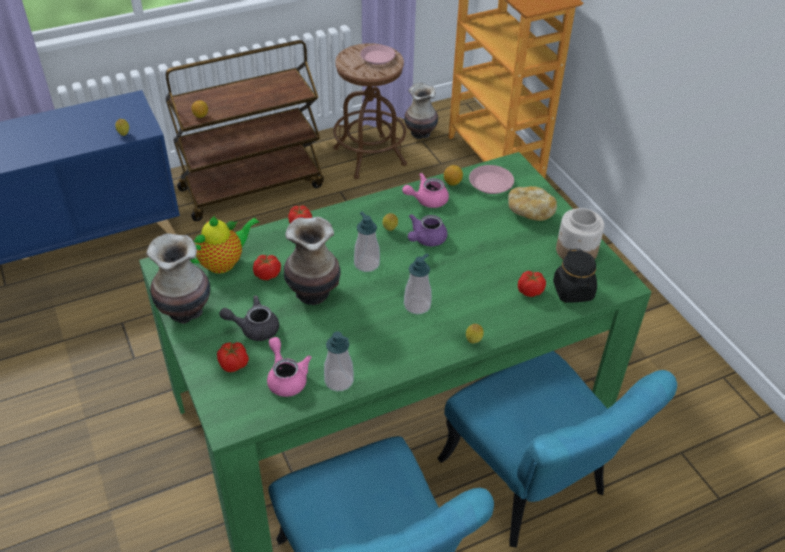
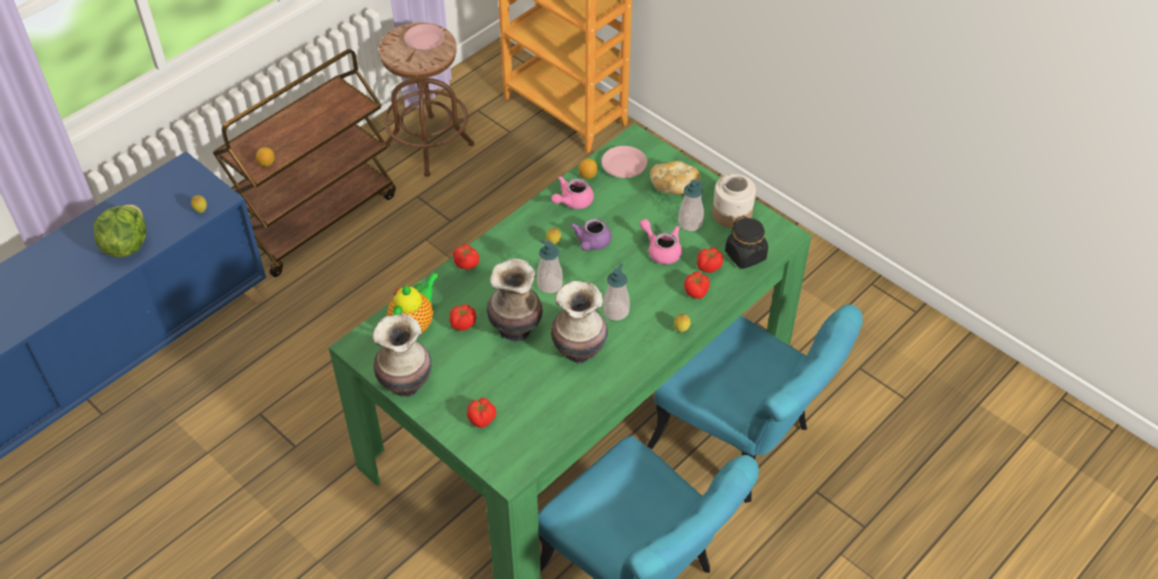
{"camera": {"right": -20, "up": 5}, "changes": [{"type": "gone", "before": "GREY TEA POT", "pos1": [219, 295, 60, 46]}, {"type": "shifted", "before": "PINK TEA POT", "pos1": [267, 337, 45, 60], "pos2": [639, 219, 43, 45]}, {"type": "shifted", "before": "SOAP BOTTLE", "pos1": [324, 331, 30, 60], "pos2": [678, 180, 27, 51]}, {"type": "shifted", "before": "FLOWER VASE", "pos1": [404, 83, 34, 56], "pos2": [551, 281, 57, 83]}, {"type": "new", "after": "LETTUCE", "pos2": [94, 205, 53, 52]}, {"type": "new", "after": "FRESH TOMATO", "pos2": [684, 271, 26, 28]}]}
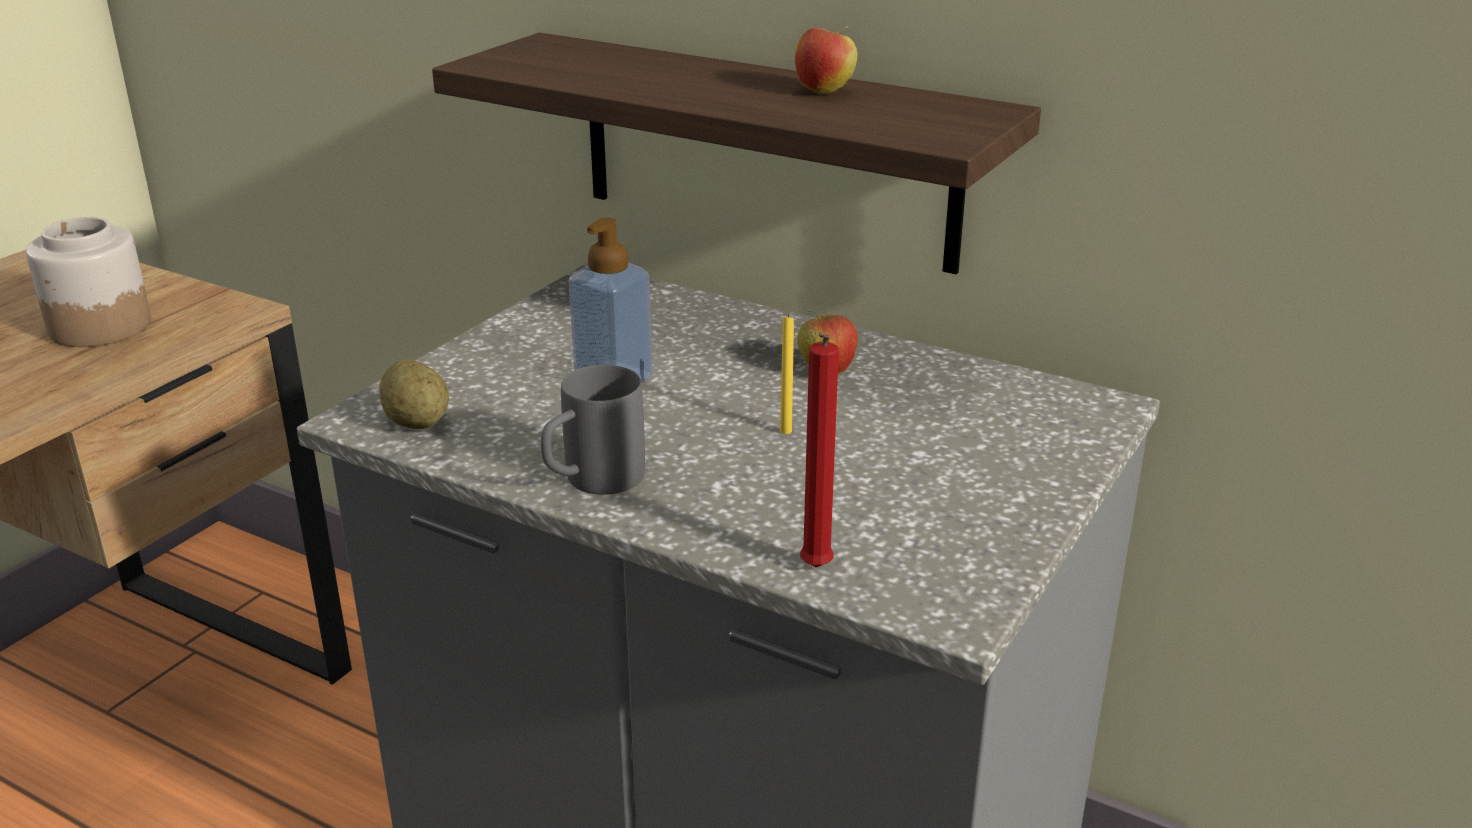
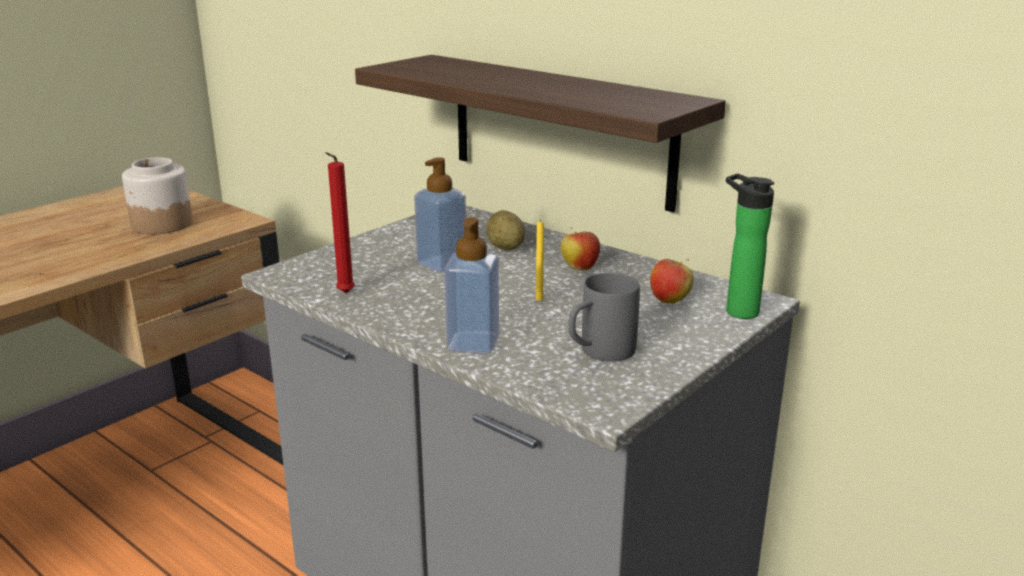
{"camera": {"right": 10, "up": -5}, "changes": [{"type": "shifted", "before": "SPUD", "pos1": [379, 359, 70, 70], "pos2": [486, 210, 40, 40]}, {"type": "shifted", "before": "GREY TEA MUG", "pos1": [541, 365, 104, 130], "pos2": [568, 273, 72, 89]}, {"type": "shifted", "before": "APPLE FRUIT", "pos1": [795, 26, 63, 68], "pos2": [650, 259, 44, 45]}, {"type": "shifted", "before": "RED-COLOURED WAX LIGHT", "pos1": [800, 332, 39, 236], "pos2": [325, 152, 30, 141]}, {"type": "new", "after": "SOAP BOTTLE", "pos2": [444, 217, 55, 137]}, {"type": "new", "after": "DRINK BOTTLE", "pos2": [726, 174, 48, 145]}]}
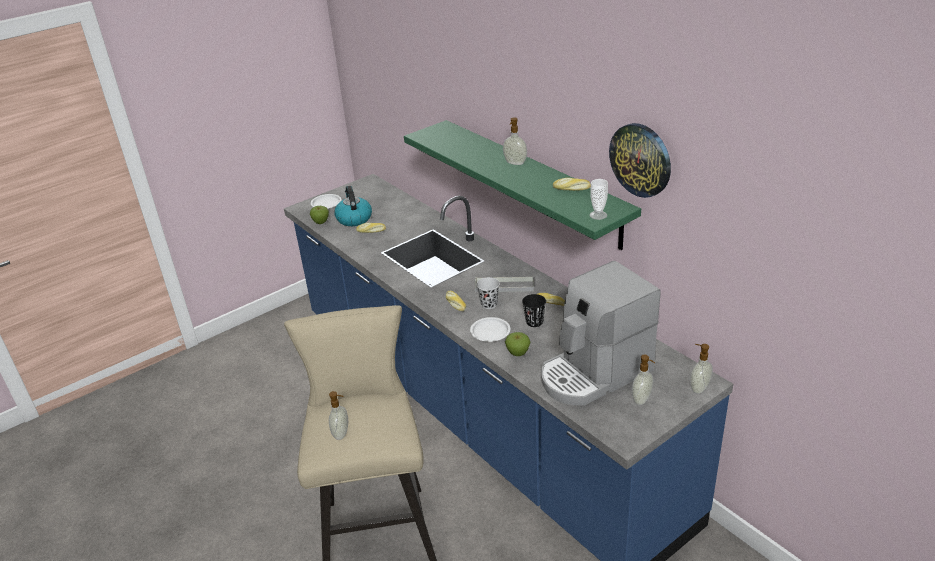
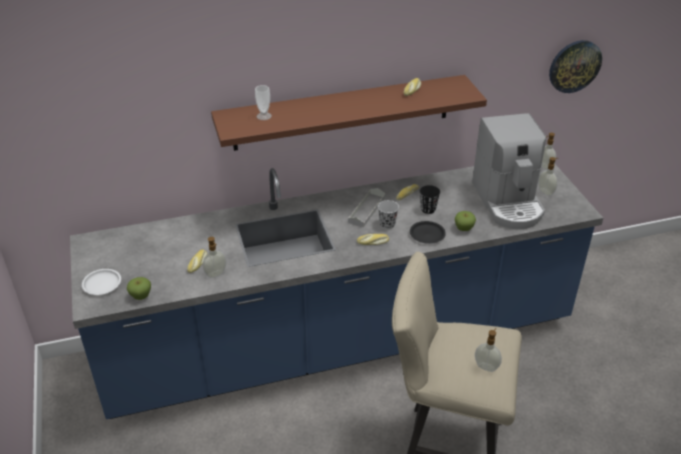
{"camera": {"right": -70, "up": 5}, "changes": [{"type": "gone", "before": "WATER KETTLE", "pos1": [334, 186, 38, 40]}, {"type": "repainted", "before": "GREEN BRACKET SHELF", "after": "BROWNISH BRACKET SHELF", "pos1": [404, 120, 237, 130], "pos2": [211, 75, 276, 76]}, {"type": "repainted", "before": "WHITISH FLAT DISH", "after": "BLACK-COLOURED FLAT DISH", "pos1": [470, 317, 40, 25], "pos2": [410, 221, 36, 23]}, {"type": "shifted", "before": "SOAP BOTTLE", "pos1": [503, 117, 24, 48], "pos2": [203, 237, 23, 41]}, {"type": "shifted", "before": "CUP", "pos1": [590, 179, 18, 41], "pos2": [255, 85, 17, 35]}, {"type": "shifted", "before": "HANGING CLOCK", "pos1": [609, 123, 62, 75], "pos2": [549, 40, 53, 53]}]}
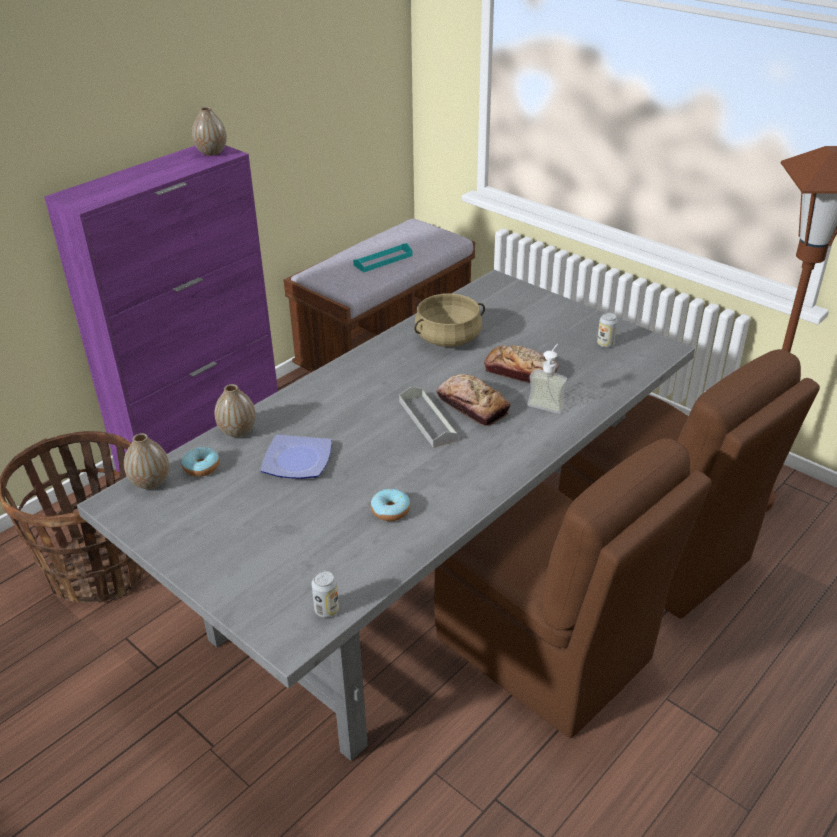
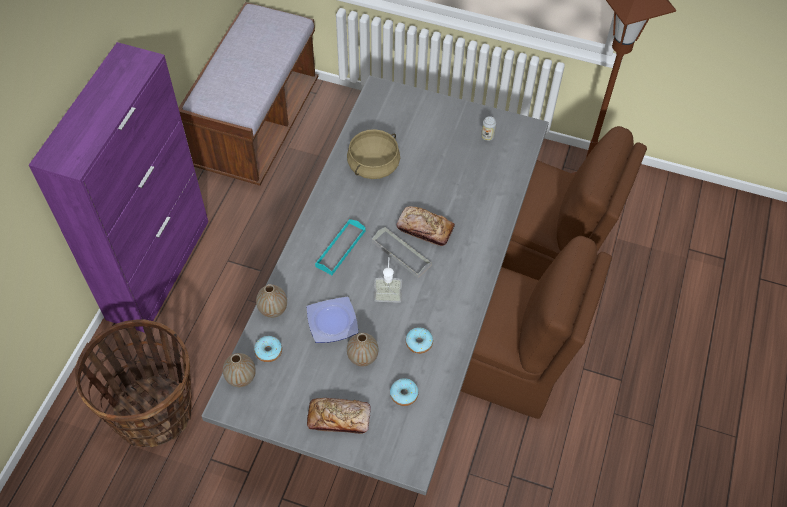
{"camera": {"right": -25, "up": 20}, "changes": [{"type": "shifted", "before": "FLOWER VASE", "pos1": [192, 107, 35, 49], "pos2": [347, 333, 31, 34]}, {"type": "gone", "before": "SEALED CAN", "pos1": [311, 571, 28, 47]}, {"type": "shifted", "before": "TURQUOISE SERVING TRAY", "pos1": [353, 243, 60, 29], "pos2": [315, 219, 51, 56]}, {"type": "shifted", "before": "BAKERY BREAD", "pos1": [484, 345, 75, 38], "pos2": [307, 398, 64, 36]}, {"type": "shifted", "before": "SOAP BOTTLE", "pos1": [527, 344, 40, 70], "pos2": [374, 257, 28, 46]}, {"type": "new", "after": "RING DOUGHNUT", "pos2": [390, 378, 29, 28]}]}
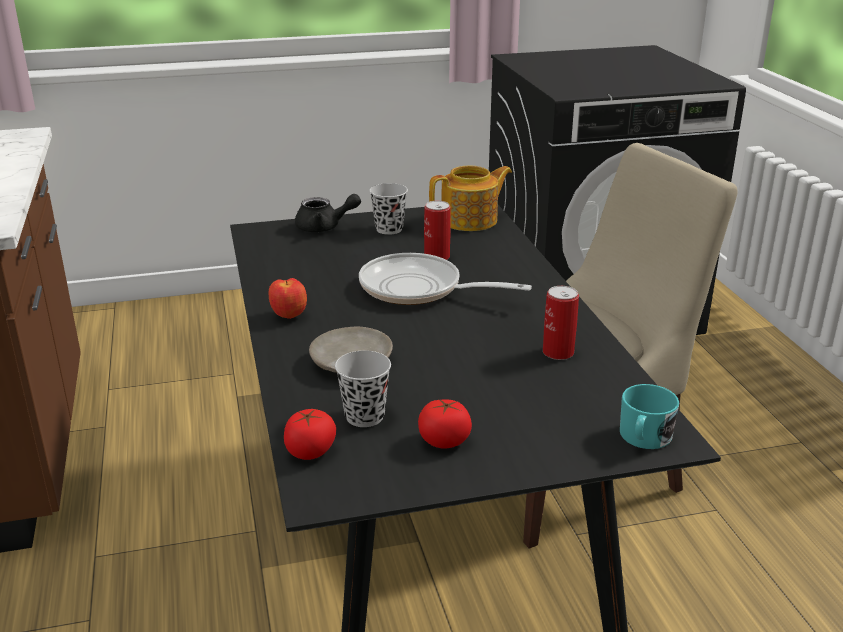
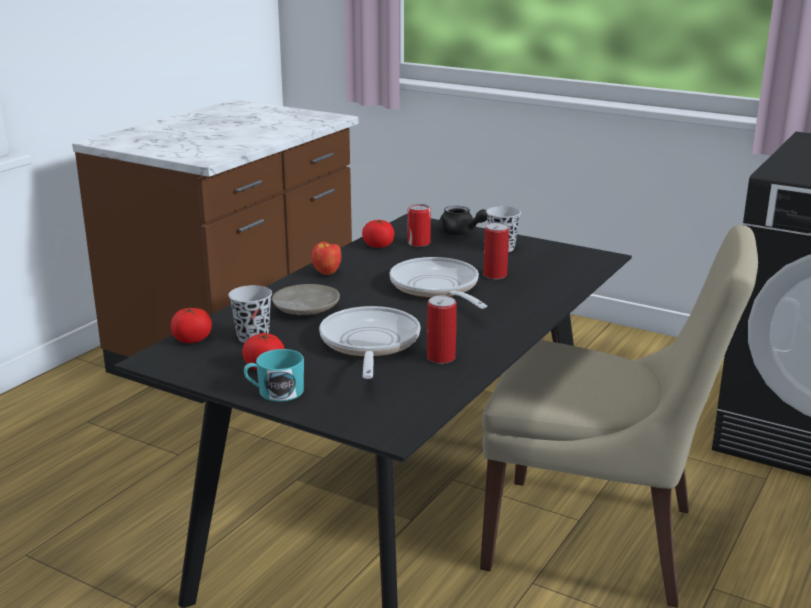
{"camera": {"right": 45, "up": -5}, "changes": [{"type": "gone", "before": "TEA POT", "pos1": [429, 165, 83, 66]}, {"type": "shifted", "before": "TURQUOISE TEA MUG", "pos1": [620, 384, 59, 65], "pos2": [244, 349, 60, 53]}, {"type": "new", "after": "PAN", "pos2": [319, 306, 102, 73]}, {"type": "new", "after": "FRESH TOMATO", "pos2": [362, 220, 32, 28]}, {"type": "new", "after": "SEALED CAN", "pos2": [408, 204, 23, 43]}]}
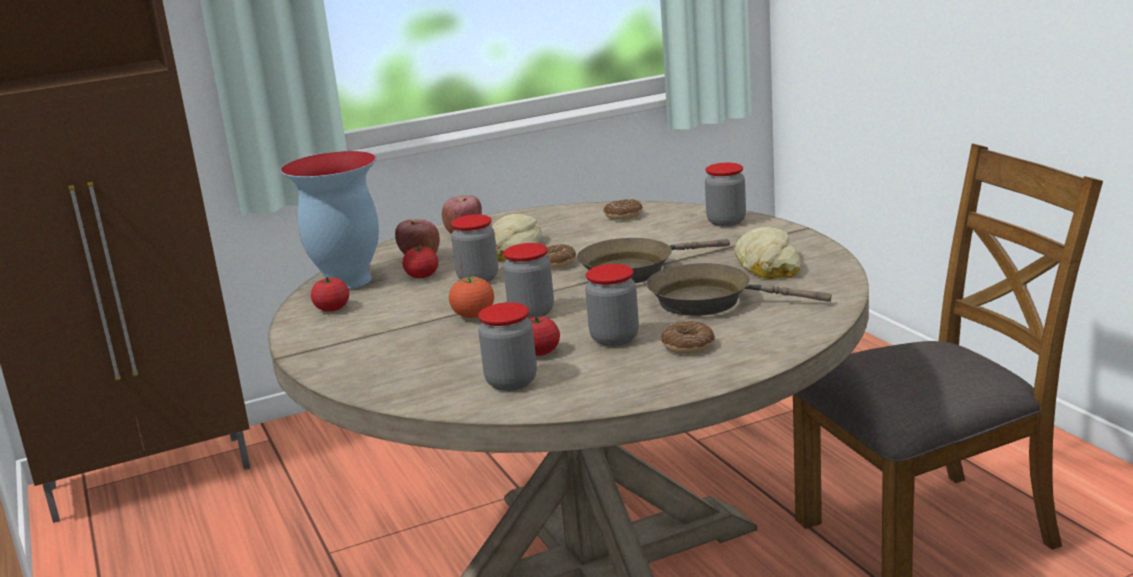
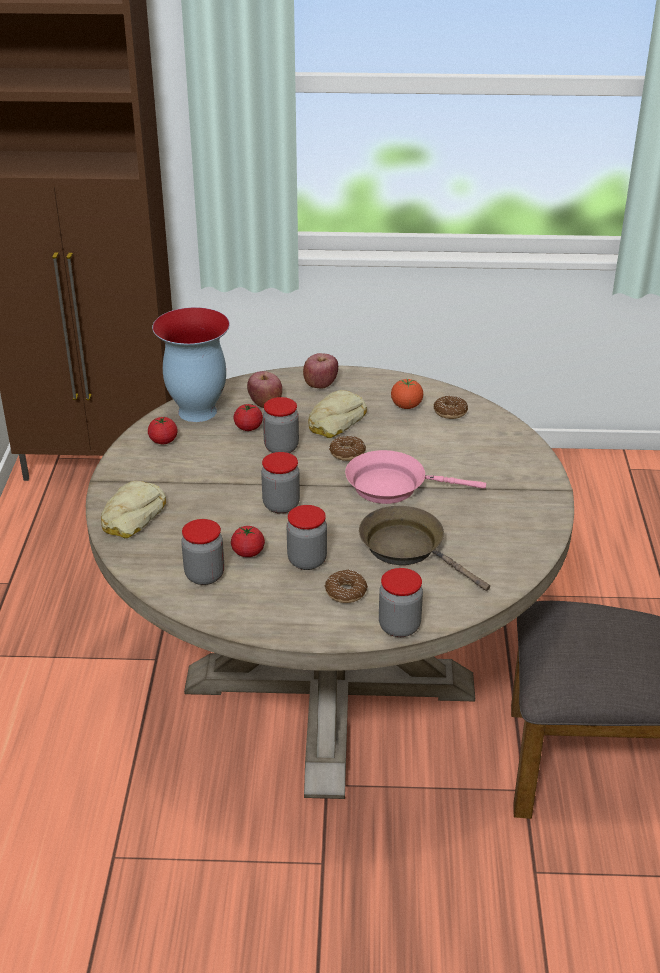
{"camera": {"right": 25, "up": 15}, "changes": [{"type": "shifted", "before": "FRESH TOMATO", "pos1": [449, 275, 45, 43], "pos2": [391, 378, 32, 31]}, {"type": "repainted", "before": "BROWNISH PAN", "after": "PINK PAN", "pos1": [577, 238, 153, 45], "pos2": [345, 450, 141, 54]}, {"type": "shifted", "before": "PRESERVE JAR", "pos1": [705, 163, 41, 64], "pos2": [379, 568, 44, 69]}, {"type": "shifted", "before": "BAKERY BREAD", "pos1": [735, 227, 66, 52], "pos2": [101, 481, 65, 58]}]}
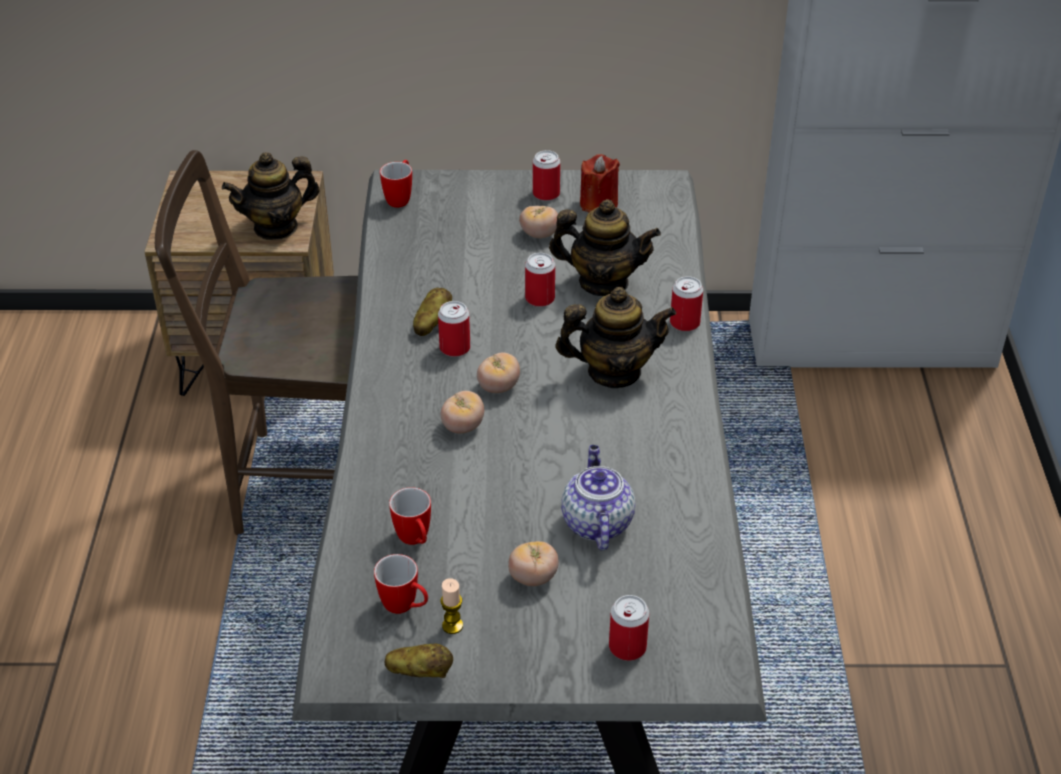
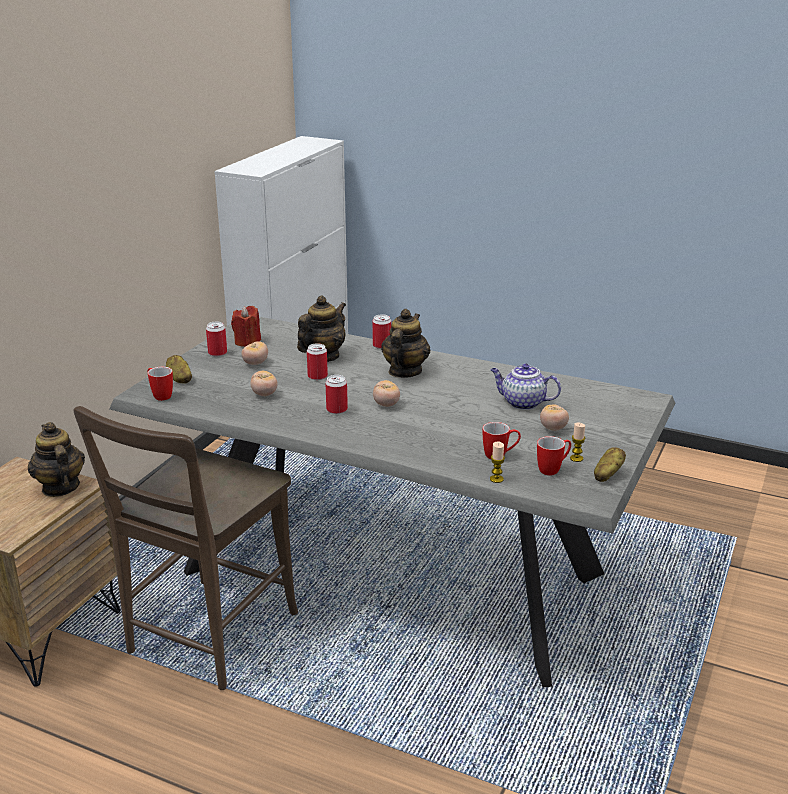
{"camera": {"right": -65, "up": -15}, "changes": [{"type": "rotated", "before": "TEA POT", "pos1": [222, 152, 98, 88], "pos2": [28, 422, 57, 75], "turn": 150}, {"type": "shifted", "before": "SPUD", "pos1": [413, 288, 39, 48], "pos2": [166, 355, 26, 29]}, {"type": "shifted", "before": "FRESH TOMATO", "pos1": [441, 391, 43, 43], "pos2": [250, 371, 28, 25]}, {"type": "gone", "before": "SEALED CAN", "pos1": [609, 595, 40, 66]}, {"type": "new", "after": "WAX LIGHT", "pos2": [490, 441, 15, 42]}]}
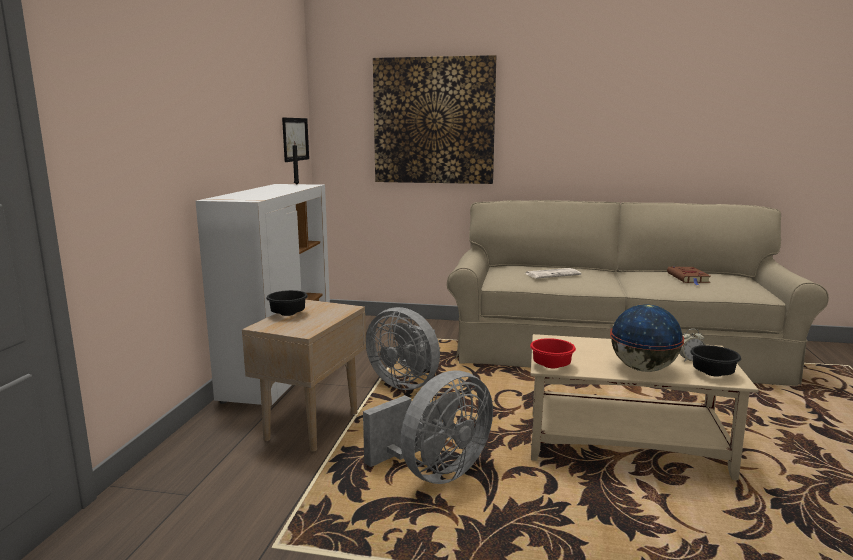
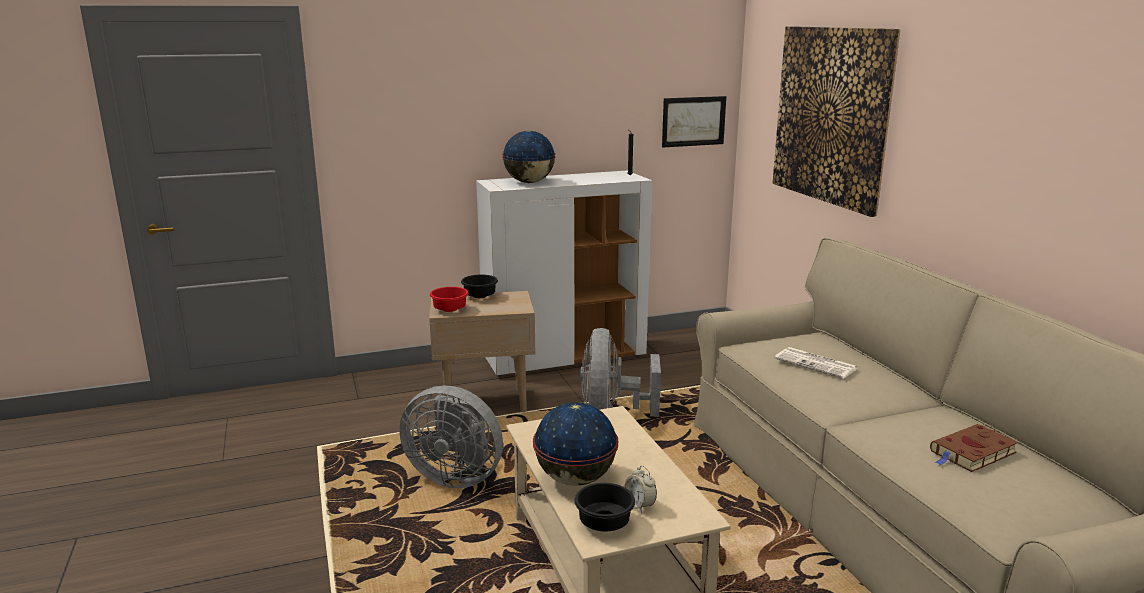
{"camera": {"right": 60, "up": 5}, "changes": [{"type": "shifted", "before": "RED-COLOURED DEEP DISH", "pos1": [530, 338, 46, 30], "pos2": [430, 287, 39, 25]}, {"type": "new", "after": "WORLD GLOBE", "pos2": [502, 131, 54, 52]}]}
